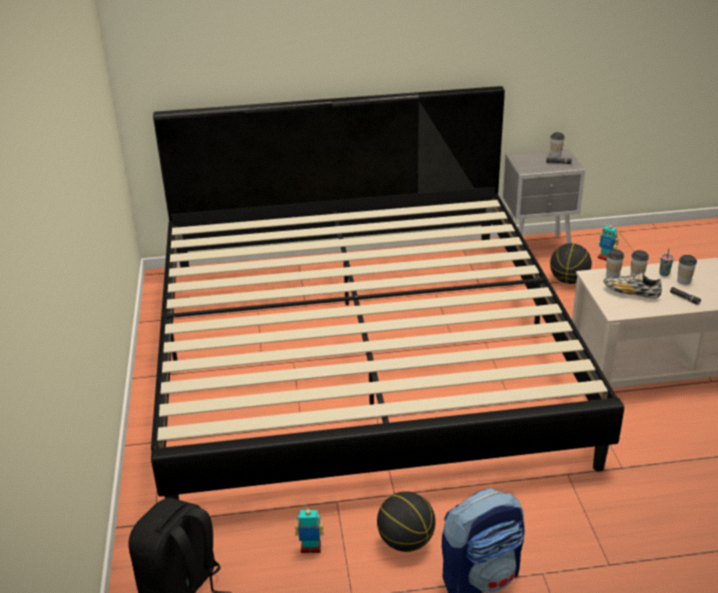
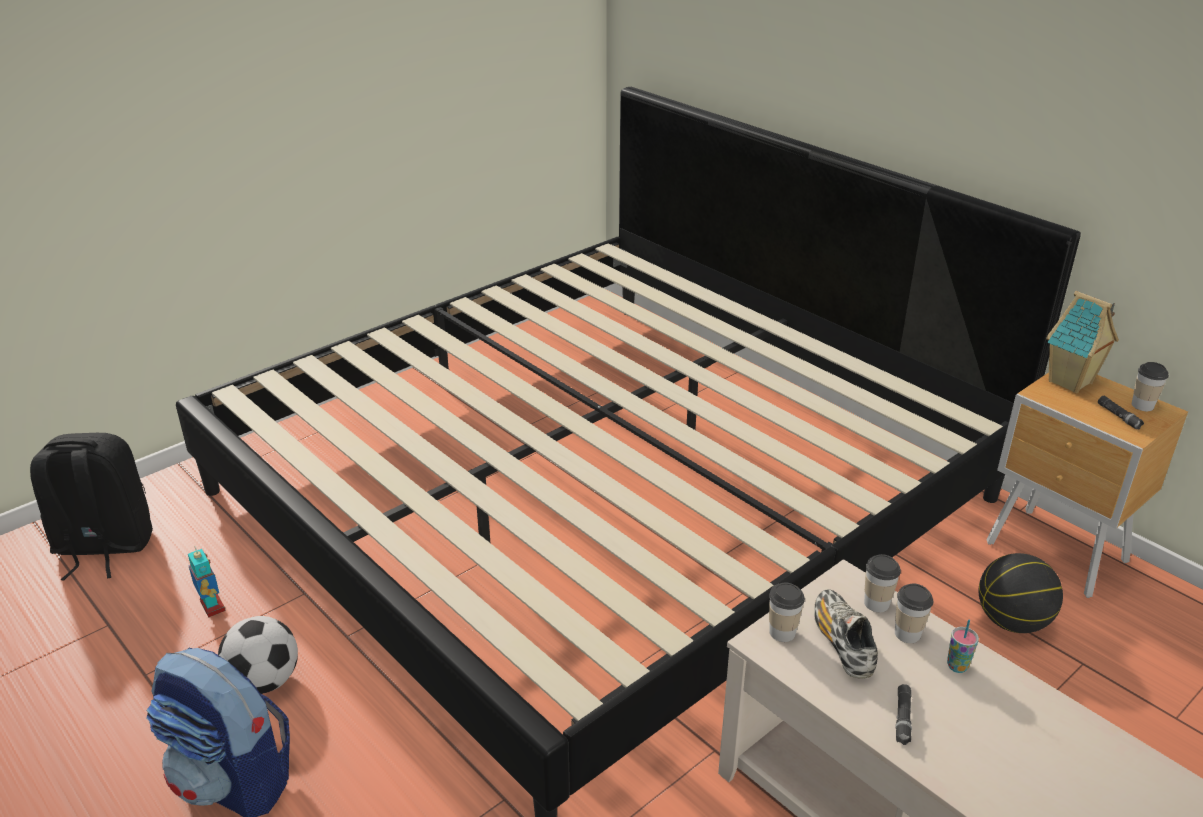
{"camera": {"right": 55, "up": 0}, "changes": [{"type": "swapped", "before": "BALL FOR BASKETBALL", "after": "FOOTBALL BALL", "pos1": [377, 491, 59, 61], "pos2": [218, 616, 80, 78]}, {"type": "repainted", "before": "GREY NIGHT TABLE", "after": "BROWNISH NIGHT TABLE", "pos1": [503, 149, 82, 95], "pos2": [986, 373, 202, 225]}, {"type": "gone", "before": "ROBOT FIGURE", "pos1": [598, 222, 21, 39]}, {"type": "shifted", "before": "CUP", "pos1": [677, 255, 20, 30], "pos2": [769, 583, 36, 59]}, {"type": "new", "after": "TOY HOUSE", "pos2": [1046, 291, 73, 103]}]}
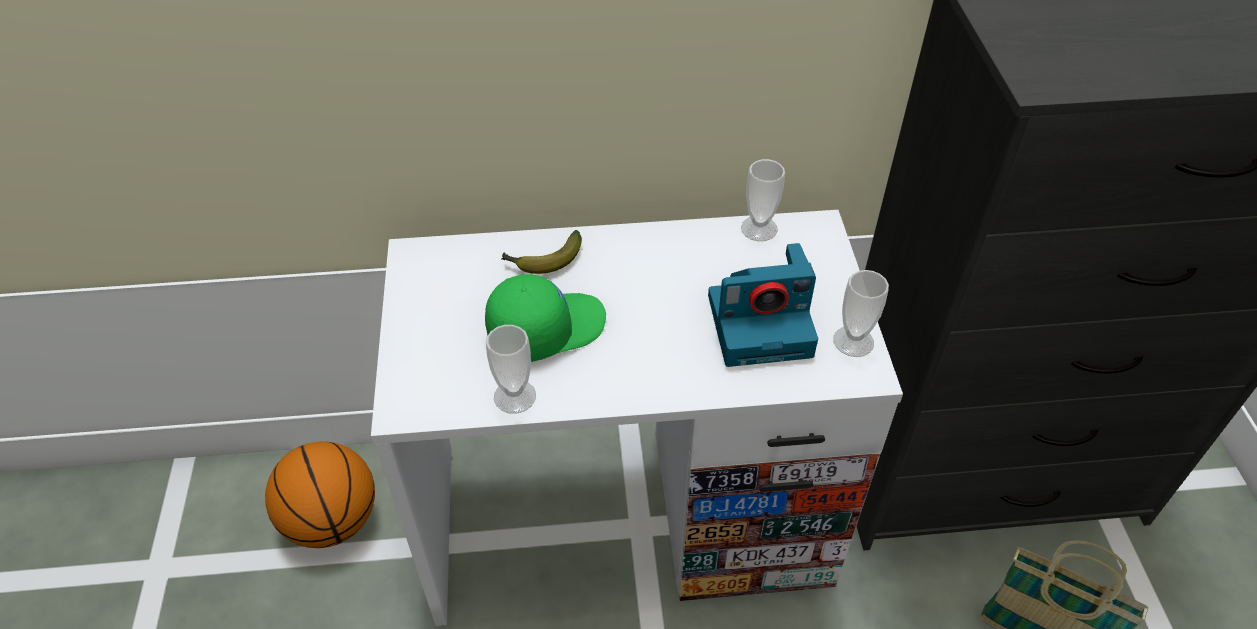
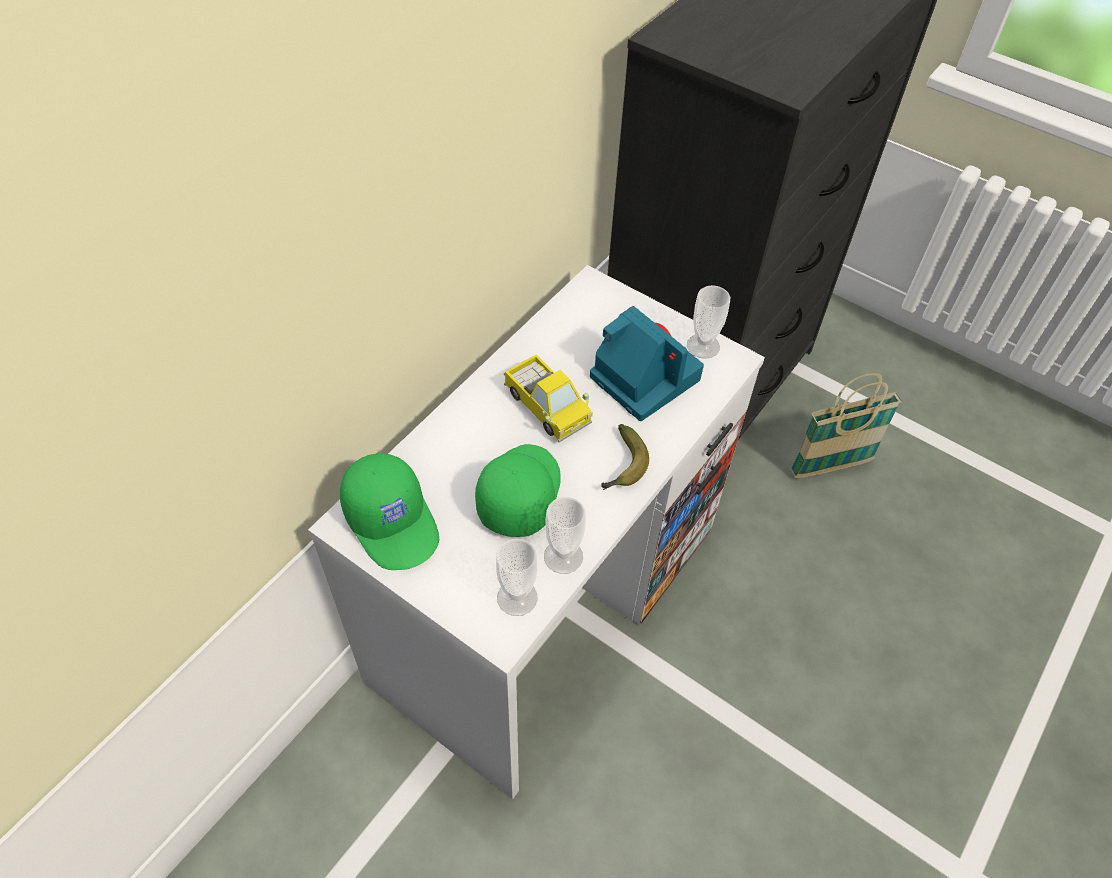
{"camera": {"right": -50, "up": 5}, "changes": [{"type": "gone", "before": "BALL FOR BASKETBALL", "pos1": [265, 441, 110, 107]}, {"type": "shifted", "before": "BANANA", "pos1": [501, 230, 81, 44], "pos2": [601, 424, 48, 66]}, {"type": "rotated", "before": "PHOTO CAMERA", "pos1": [708, 243, 110, 124], "pos2": [590, 306, 114, 115], "turn": -75}, {"type": "shifted", "before": "CUP", "pos1": [741, 159, 44, 82], "pos2": [496, 539, 42, 77]}, {"type": "new", "after": "GREEN BASEBALL CAP", "pos2": [340, 453, 99, 117]}, {"type": "new", "after": "TOY LORRY", "pos2": [504, 355, 89, 87]}]}
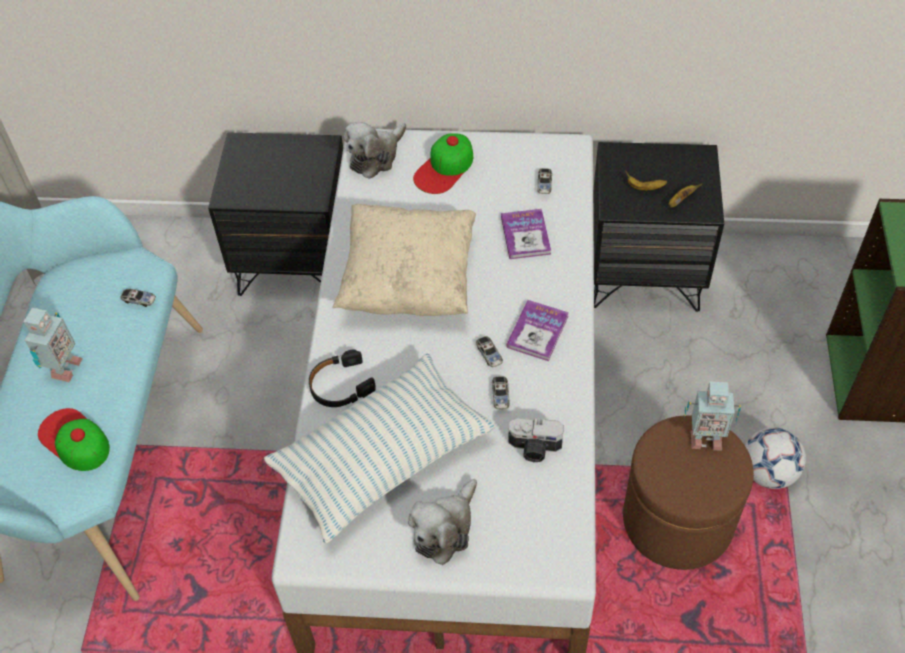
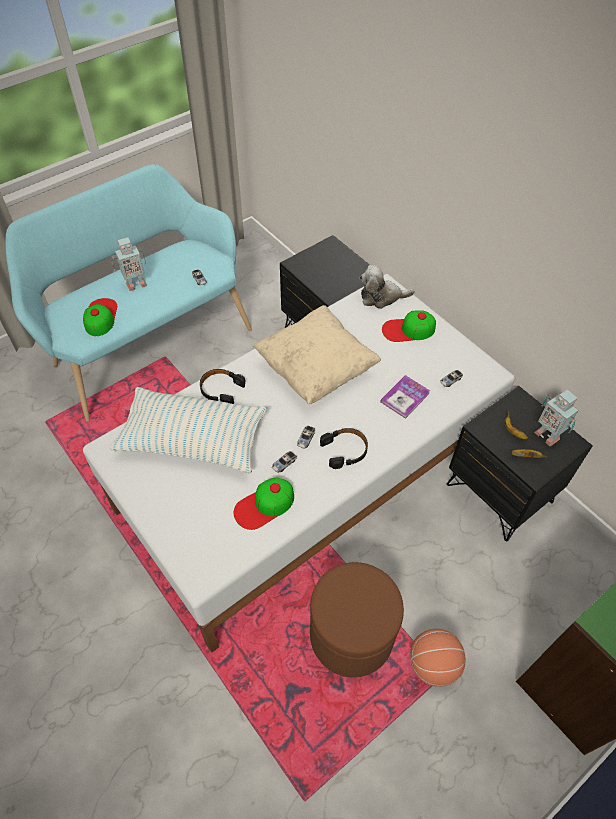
{"camera": {"right": 45, "up": 0}, "changes": [{"type": "gone", "before": "CUDDLY TOY", "pos1": [408, 479, 69, 86]}, {"type": "swapped", "before": "BOOK", "after": "BLACK-COLOURED HEADSET", "pos1": [506, 300, 63, 61], "pos2": [320, 428, 48, 41]}, {"type": "swapped", "before": "PHOTO CAMERA", "after": "BASEBALL CAP", "pos1": [508, 419, 56, 43], "pos2": [234, 478, 60, 52]}, {"type": "shifted", "before": "ROBOT FIGURE", "pos1": [684, 381, 57, 69], "pos2": [534, 389, 44, 58]}, {"type": "swapped", "before": "FOOTBALL BALL", "after": "BALL FOR BASKETBALL", "pos1": [745, 427, 61, 62], "pos2": [410, 629, 55, 58]}]}
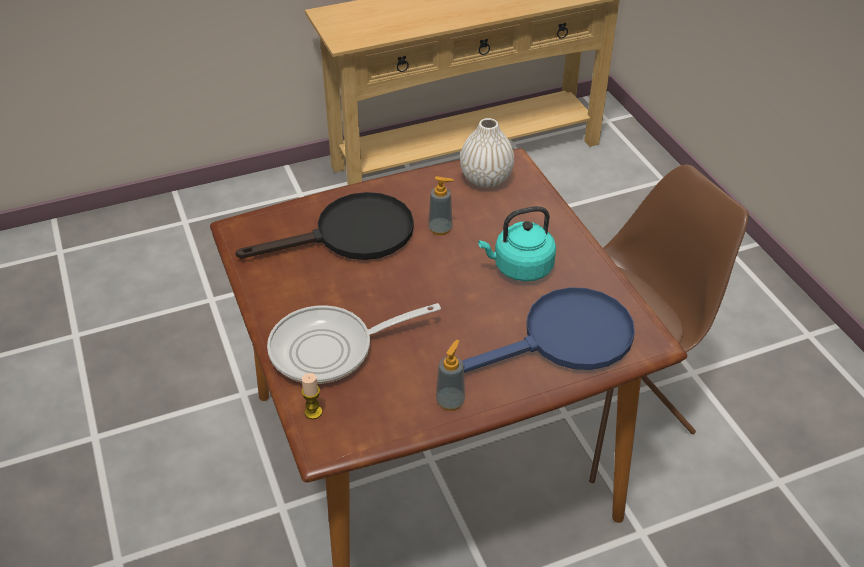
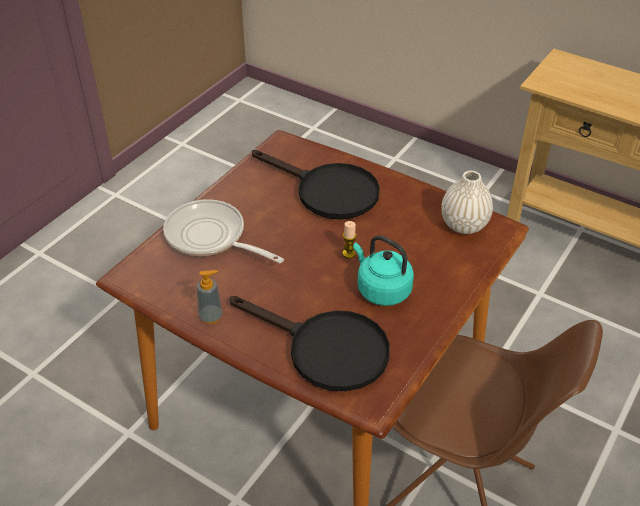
{"camera": {"right": 55, "up": 0}, "changes": [{"type": "shifted", "before": "WAX LIGHT", "pos1": [301, 373, 21, 46], "pos2": [342, 221, 15, 37]}, {"type": "gone", "before": "SOAP BOTTLE", "pos1": [428, 176, 26, 59]}, {"type": "repainted", "before": "BLUISH PAN", "after": "BLACK-COLOURED PAN", "pos1": [462, 287, 173, 86], "pos2": [230, 296, 160, 95]}]}
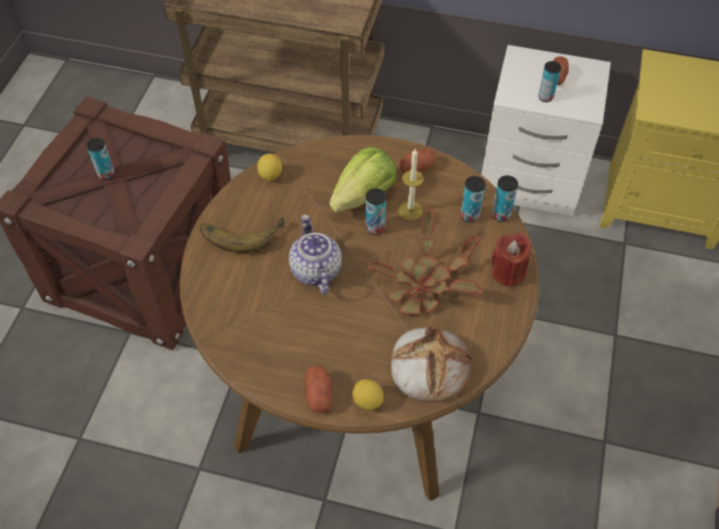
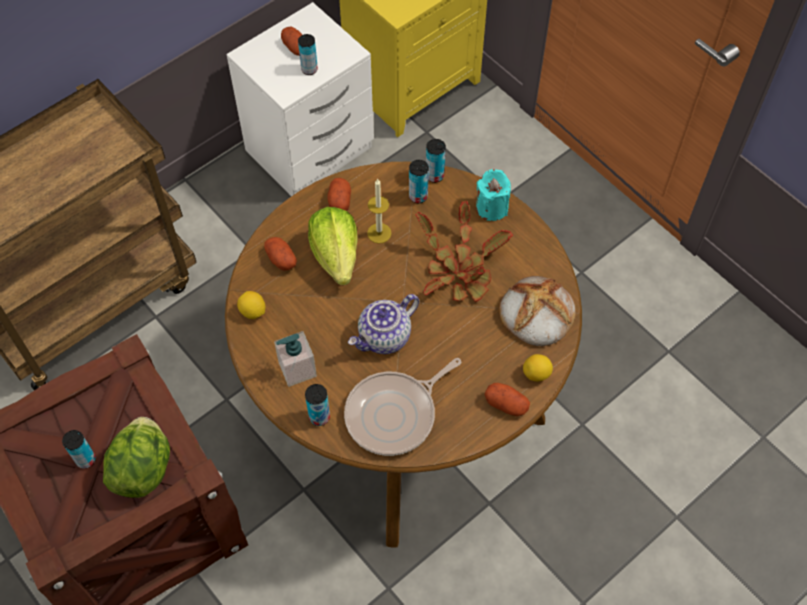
{"camera": {"right": -55, "up": 5}, "changes": [{"type": "swapped", "before": "BANANA", "after": "SOAP BOTTLE", "pos1": [200, 218, 85, 35], "pos2": [274, 331, 43, 56]}, {"type": "rotated", "before": "TEA POT", "pos1": [289, 215, 53, 80], "pos2": [348, 294, 71, 60], "turn": -60}, {"type": "shifted", "before": "SEALED CAN", "pos1": [365, 188, 21, 47], "pos2": [305, 384, 25, 42]}, {"type": "repainted", "before": "RED-COLOURED WAX LIGHT", "after": "TURQUOISE WAX LIGHT", "pos1": [491, 233, 41, 55], "pos2": [476, 169, 35, 52]}, {"type": "new", "after": "LETTUCE", "pos2": [103, 417, 67, 81]}, {"type": "new", "after": "SPUD", "pos2": [264, 237, 33, 34]}, {"type": "new", "after": "PAN", "pos2": [344, 358, 117, 98]}]}
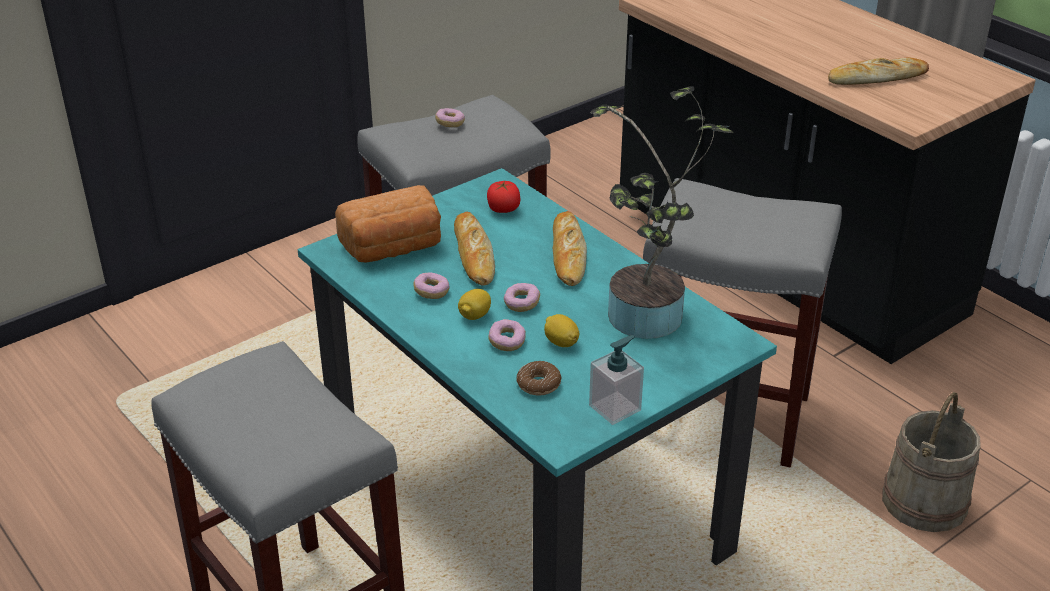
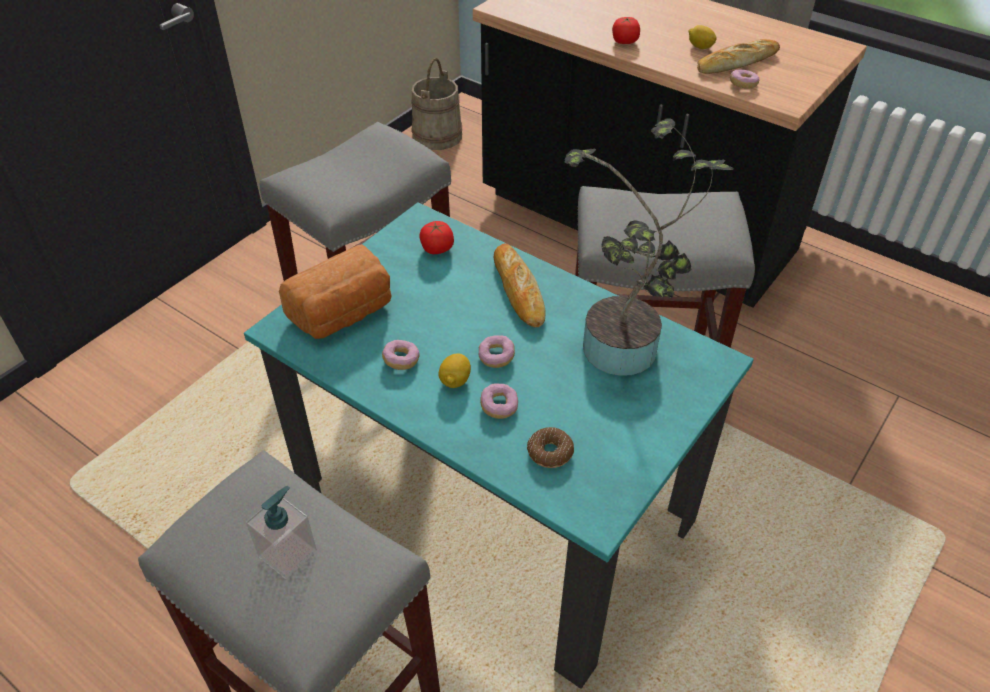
{"camera": {"right": -15, "up": 10}, "changes": [{"type": "shifted", "before": "RING DOUGHNUT", "pos1": [435, 108, 30, 19], "pos2": [730, 70, 29, 19]}, {"type": "gone", "before": "BAKERY BREAD", "pos1": [454, 212, 41, 73]}, {"type": "shifted", "before": "LEMON", "pos1": [544, 314, 35, 33], "pos2": [688, 25, 29, 24]}, {"type": "shifted", "before": "SOAP BOTTLE", "pos1": [589, 335, 55, 90], "pos2": [246, 486, 71, 93]}, {"type": "shifted", "before": "BEIGE-COLOURED BUCKET", "pos1": [882, 392, 99, 140], "pos2": [411, 58, 51, 92]}, {"type": "new", "after": "FRESH TOMATO", "pos2": [612, 17, 28, 27]}]}
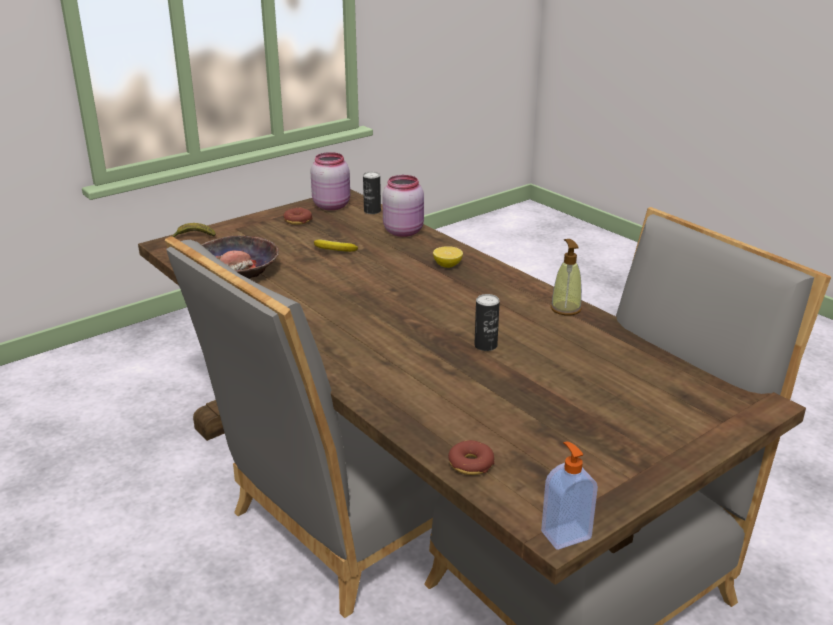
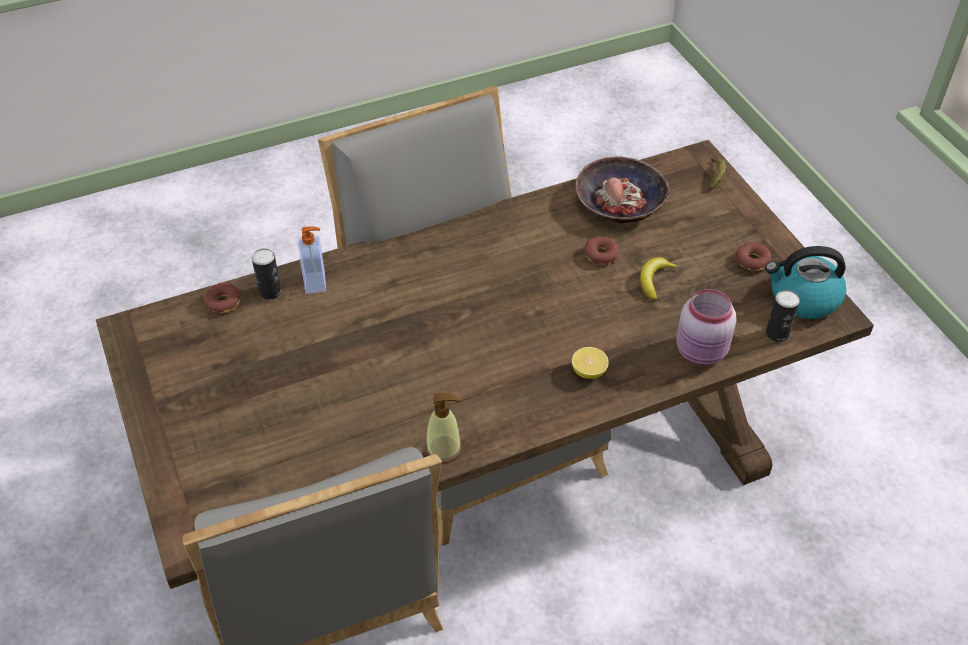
{"camera": {"right": 105, "up": 20}, "changes": [{"type": "swapped", "before": "PINK PRESERVE JAR", "after": "WATER KETTLE", "pos1": [310, 152, 40, 58], "pos2": [765, 246, 81, 73]}, {"type": "shifted", "before": "SEALED CAN", "pos1": [474, 294, 26, 57], "pos2": [252, 248, 29, 52]}, {"type": "shifted", "before": "SOAP BOTTLE", "pos1": [541, 441, 57, 109], "pos2": [298, 226, 28, 68]}, {"type": "new", "after": "RING DOUGHNUT", "pos2": [585, 236, 34, 29]}]}
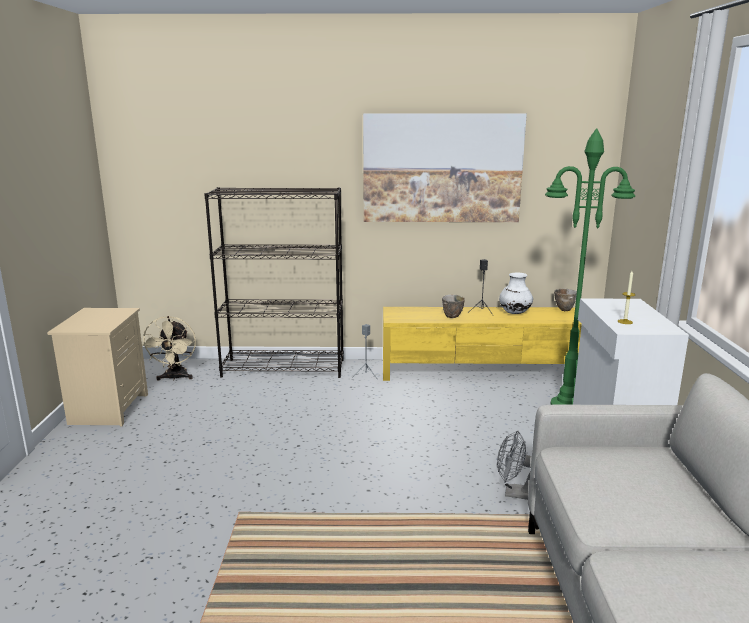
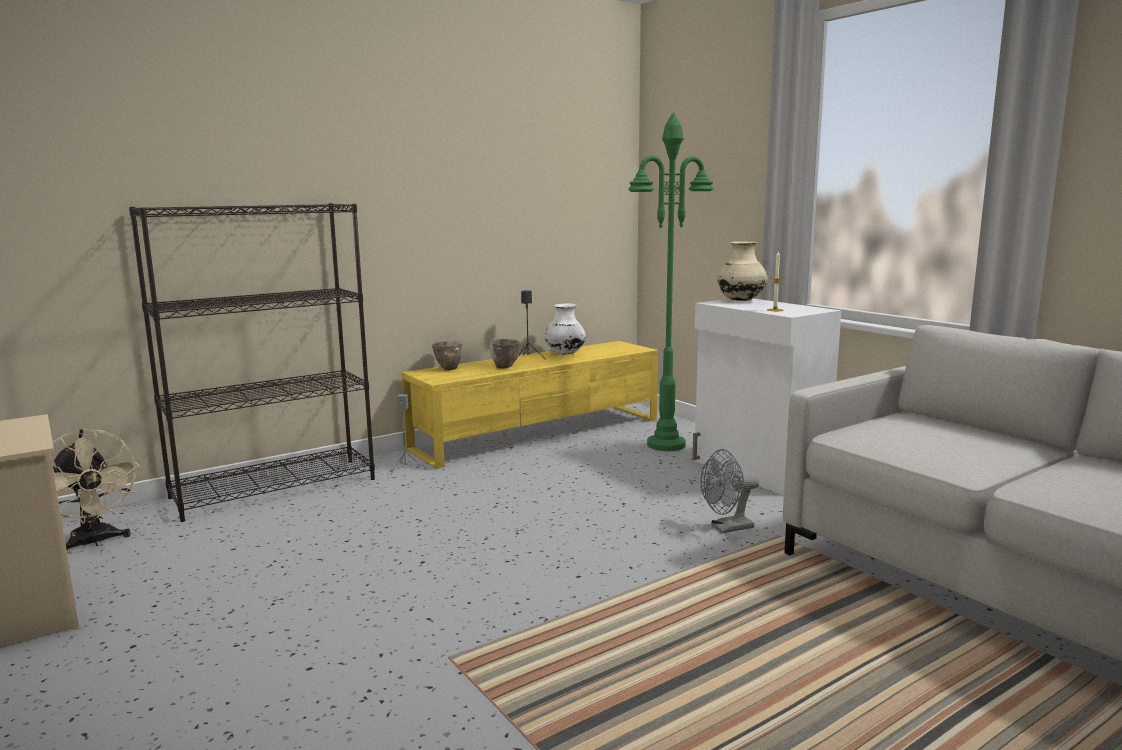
{"camera": {"right": -35, "up": -5}, "changes": [{"type": "gone", "before": "PICTURE", "pos1": [363, 113, 164, 109]}, {"type": "shifted", "before": "DEEP DISH", "pos1": [554, 289, 23, 22], "pos2": [432, 340, 30, 30]}, {"type": "new", "after": "BEIGE-COLOURED FLOWER VASE", "pos2": [718, 241, 49, 60]}]}
